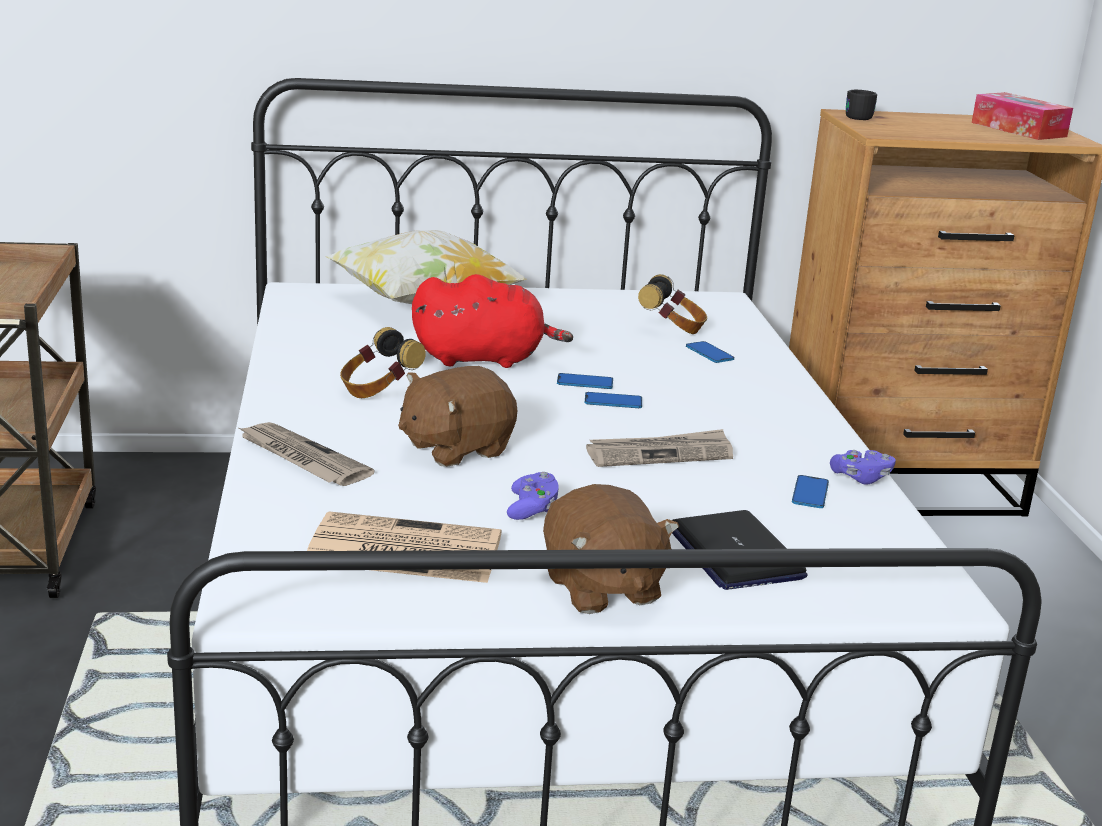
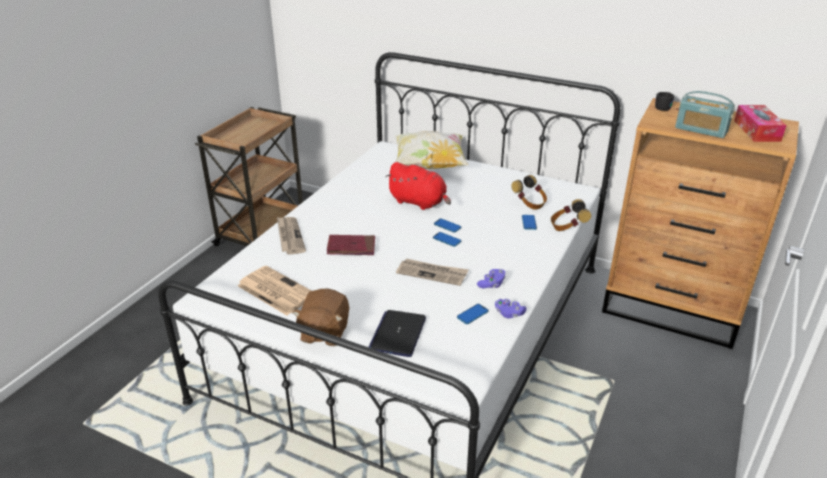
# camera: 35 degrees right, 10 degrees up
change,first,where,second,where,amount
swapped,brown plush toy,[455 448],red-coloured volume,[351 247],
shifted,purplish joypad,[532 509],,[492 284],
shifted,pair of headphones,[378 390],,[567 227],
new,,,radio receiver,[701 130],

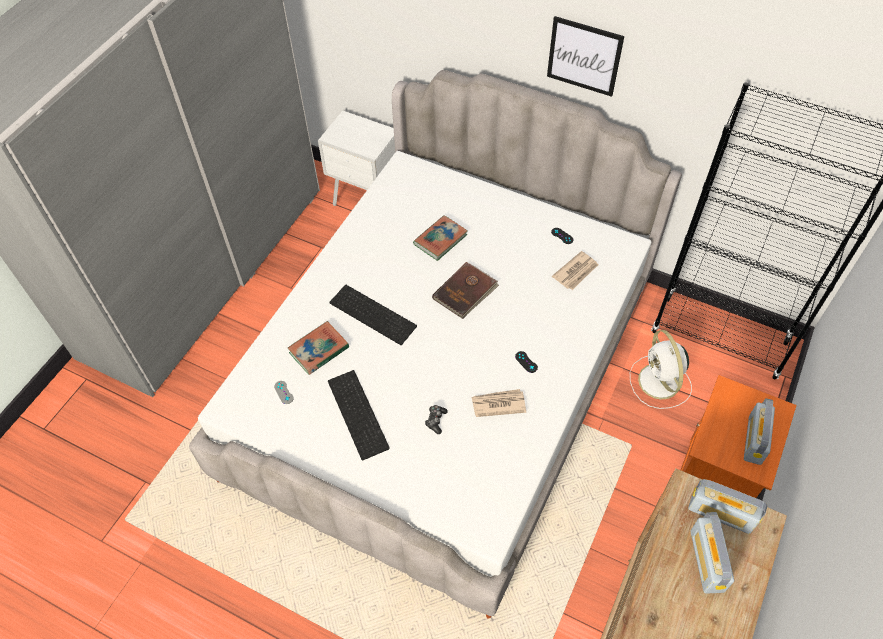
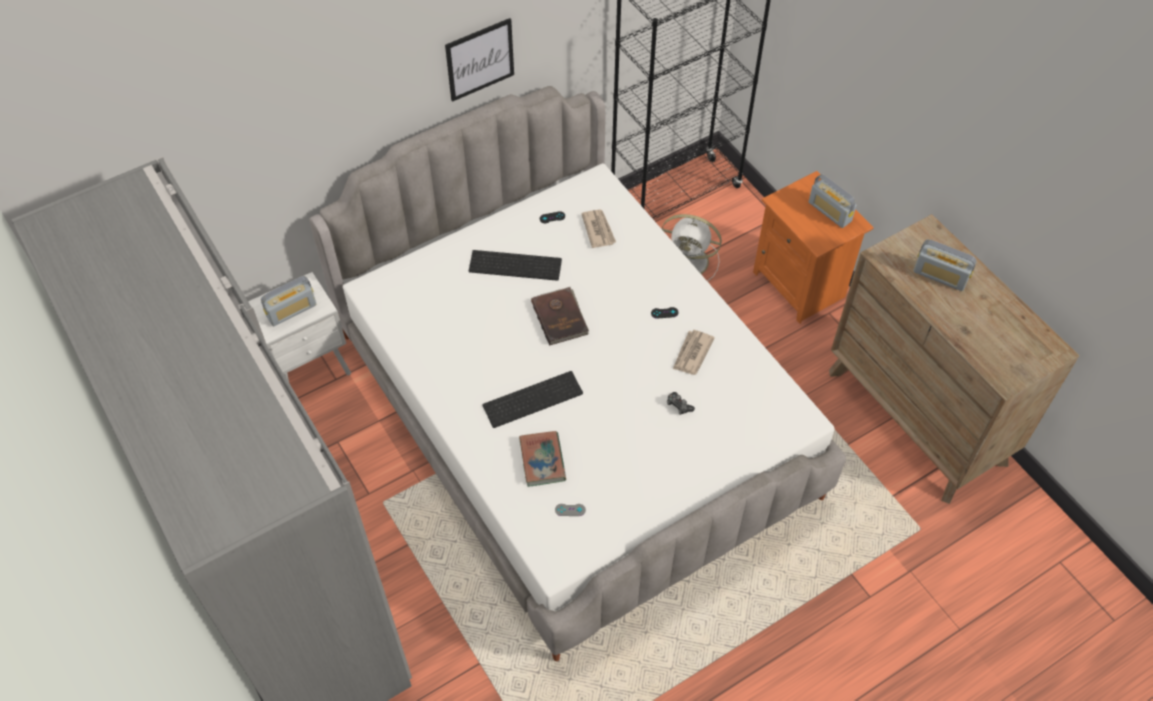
# camera: 60 degrees left, 0 degrees up
change,first,where,second,where,amount
shifted,radio receiver,[721 513],,[291 311],
shifted,keyboard,[360 414],,[516 264],
gone,volume,[440 240],,,

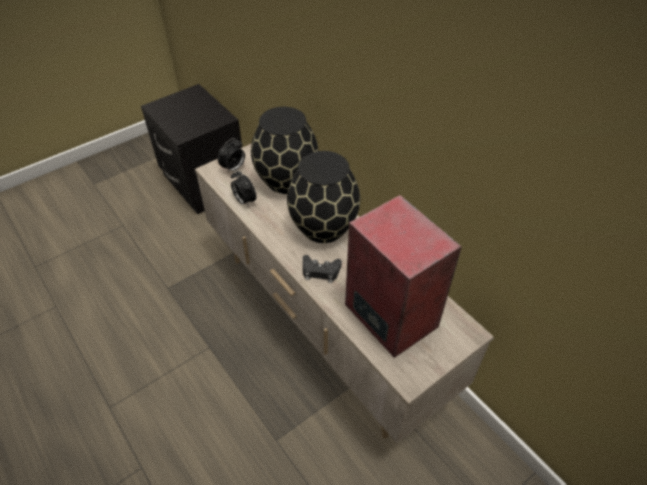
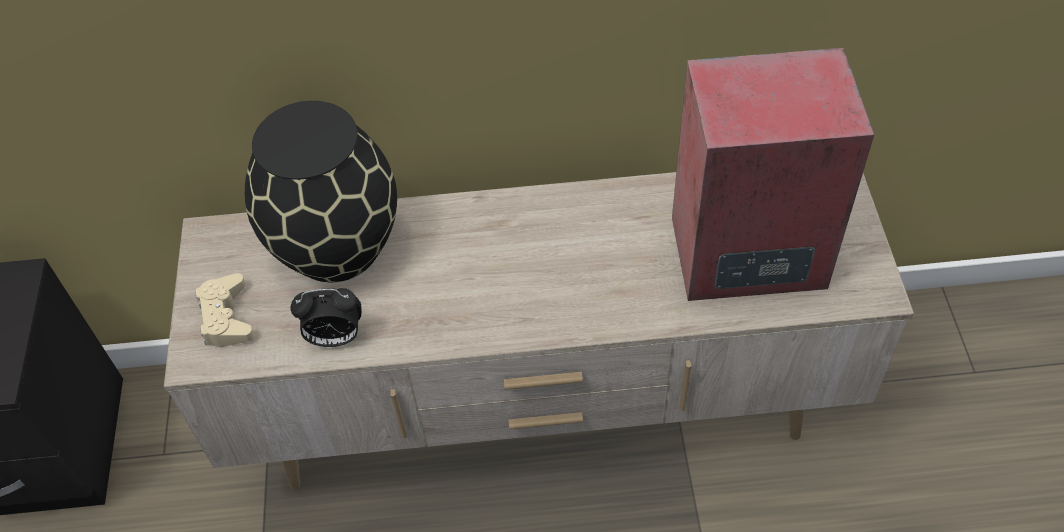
# camera: 55 degrees left, 5 degrees up
change,first,where,second,where,amount
swapped,bedside clock,[233 168],beige joypad,[226 317],
gone,black flower vase,[323 226],,,
gone,black joypad,[320 271],,,

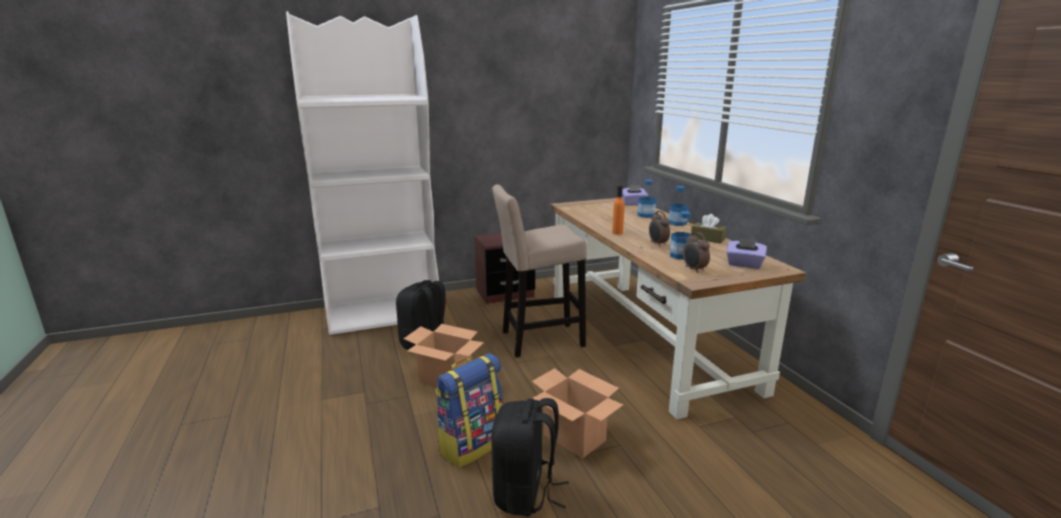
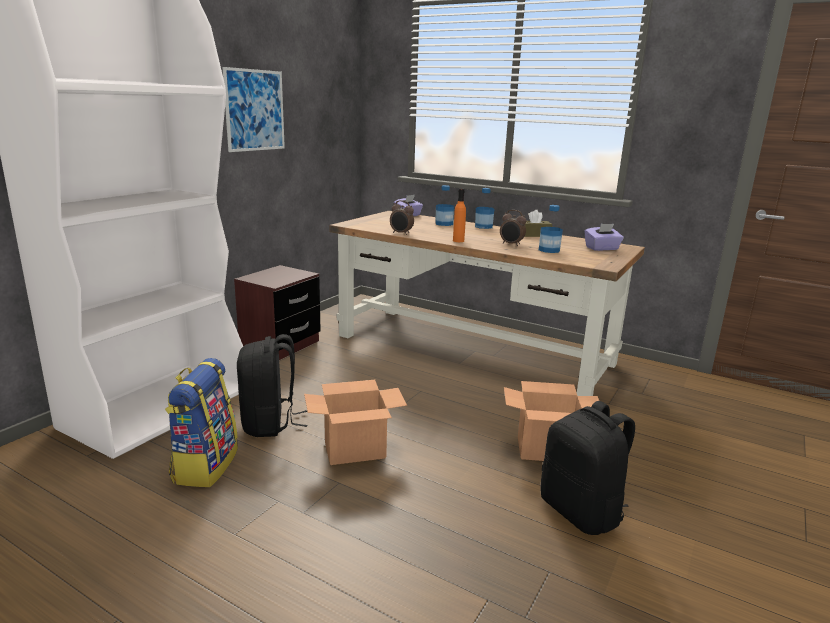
# camera: 40 degrees left, 0 degrees up
change,first,where,second,where,amount
shifted,knapsack,[471 444],,[205 465],
new,,,wall picture,[255 110],
shifted,bedside clock,[694 270],,[401 233],
gone,beige stool seat,[538 340],,,

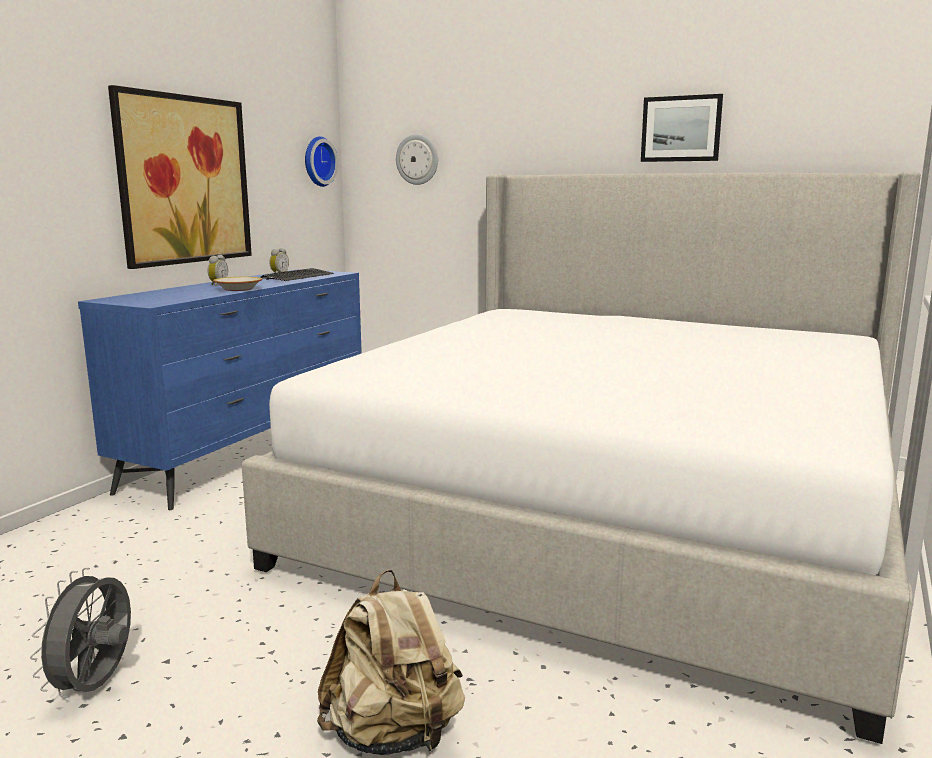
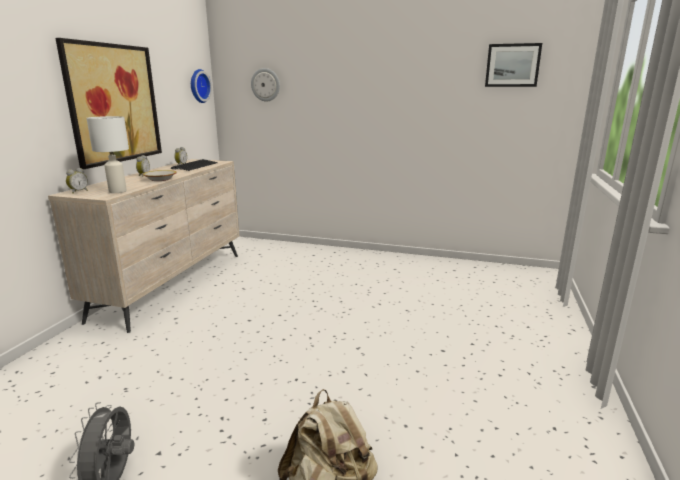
# camera: 10 degrees left, 5 degrees up
change,first,where,second,where,amount
repainted,blue-coloured chest of drawers,[252 453],beige chest of drawers,[173 284],
new,,,bedside clock,[78 192],
new,,,whitish tabletop lamp,[117 191],
shifted,wall picture,[681 129],,[512 65],
gone,bed,[610 512],,,

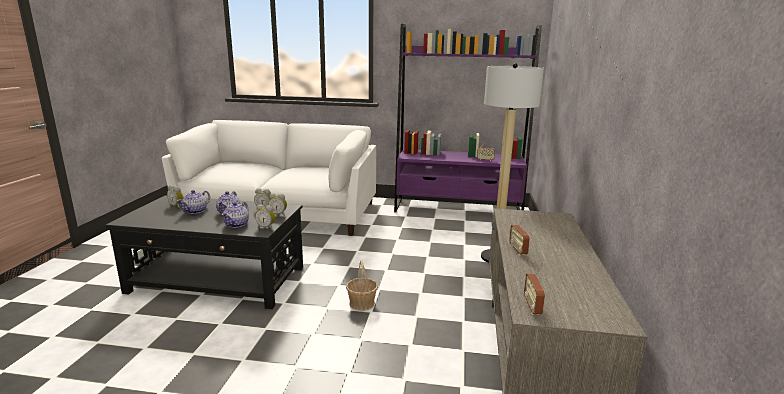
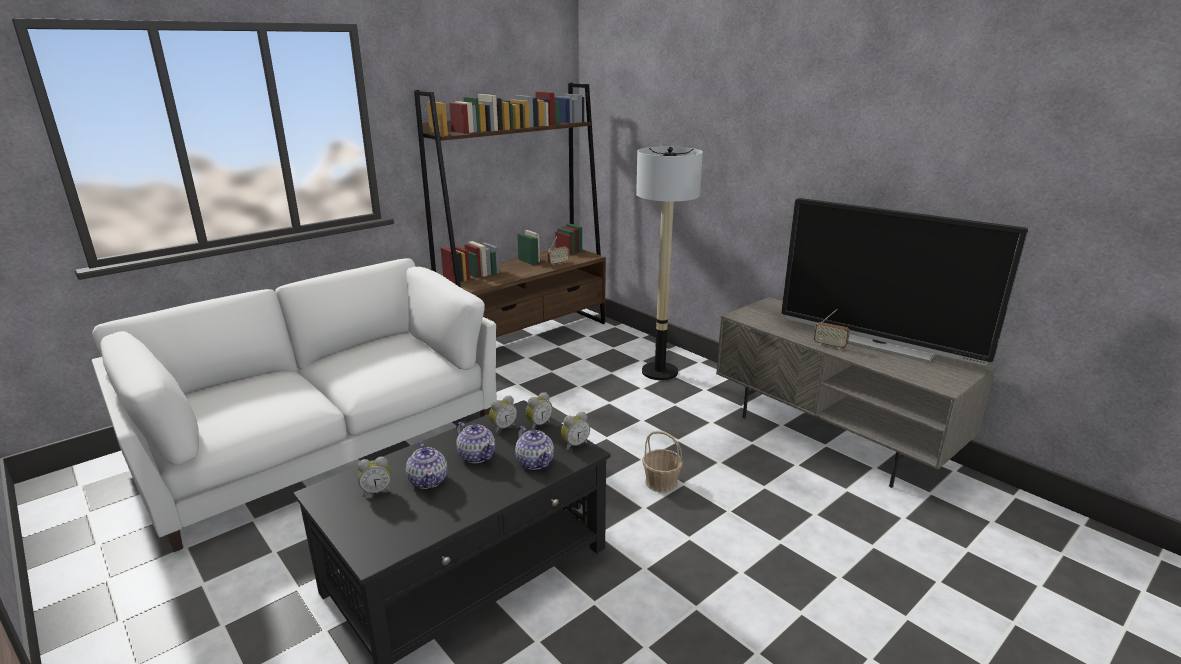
# camera: 50 degrees left, 5 degrees up
change,first,where,second,where,amount
repainted,purplish bookshelf,[458 209],brown bookshelf,[527 336],
new,,,TV set,[878 344],
gone,radio receiver,[532 307],,,

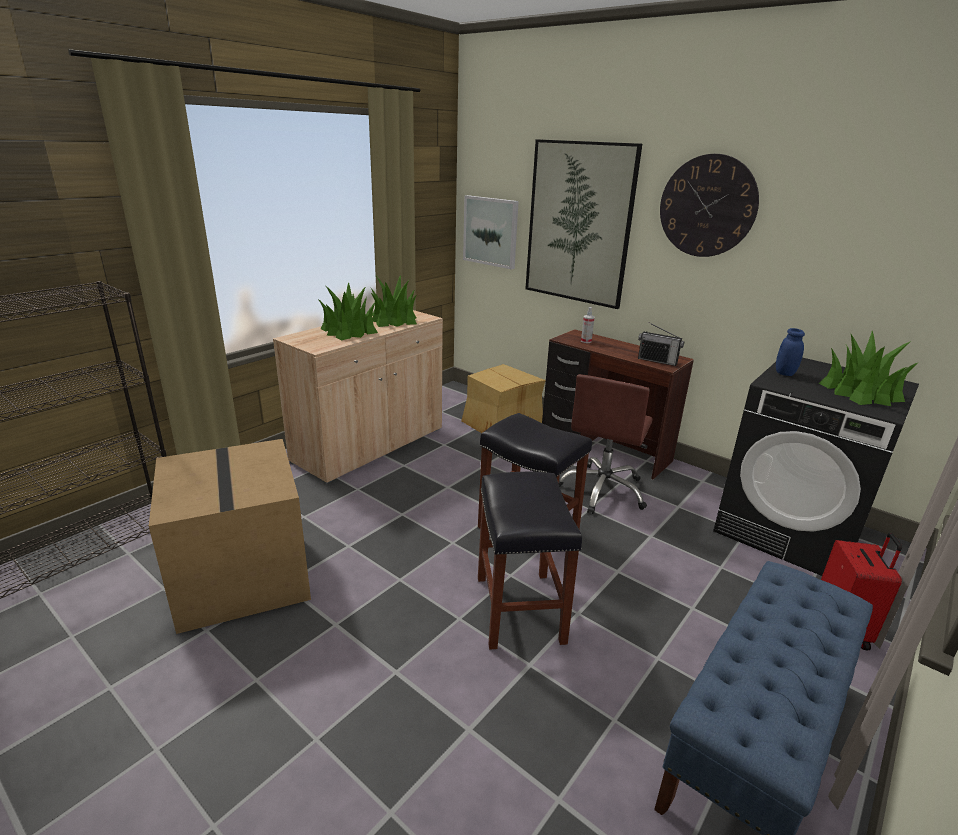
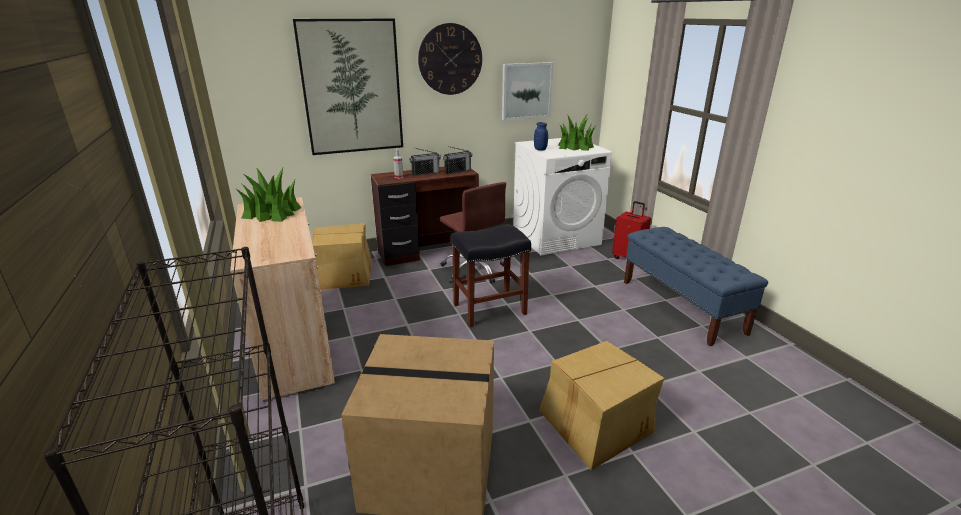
# camera: 60 degrees left, 0 degrees up
change,first,where,second,where,amount
new,,,radio receiver,[425 173],
shifted,wall picture,[490 231],,[526 91],
repainted,black laundry appliance,[789 530],whitish laundry appliance,[556 238],
new,,,cardboard box,[595 424],
gone,potted plant,[348 330],,,
gone,black stool seat,[518 608],,,

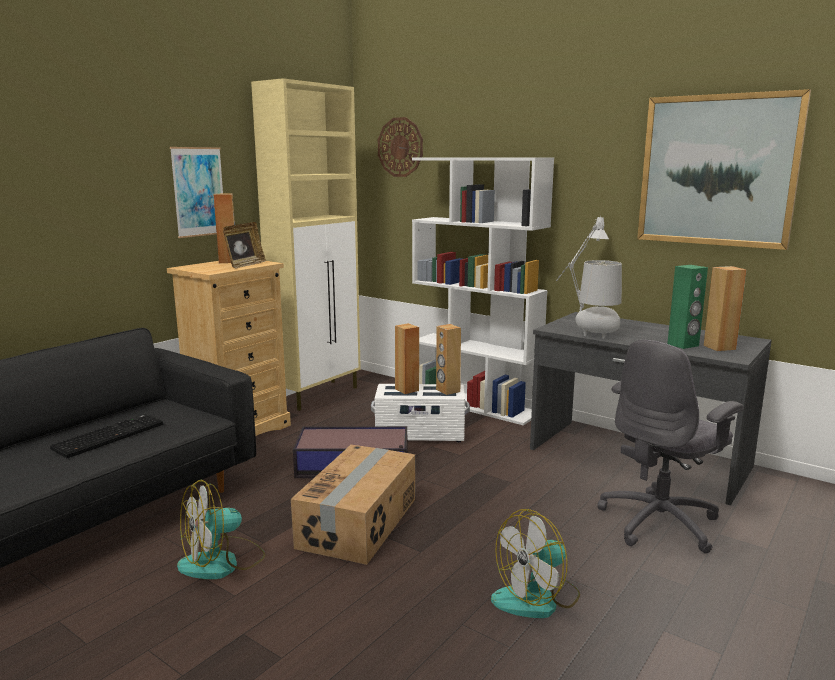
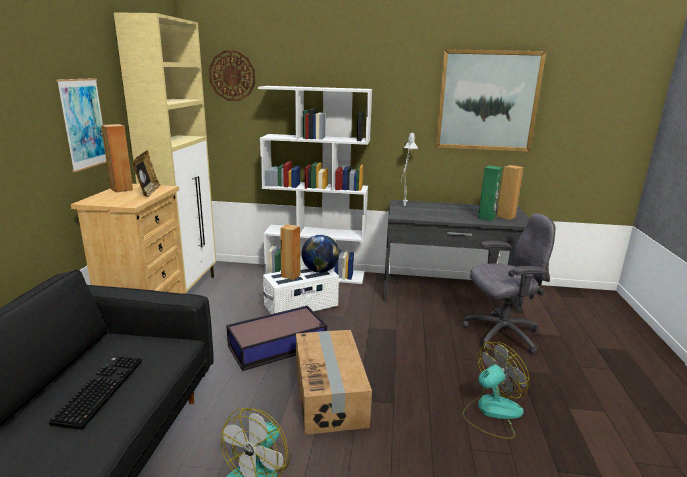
# camera: 30 degrees left, 5 degrees up
change,first,where,second,where,amount
swapped,brown audio speaker,[447 391],world globe,[320 271],
rotated,grey office chair,[660 522],,[500 335],120 degrees counterclockwise
rotated,fan,[537 598],,[491 412],150 degrees counterclockwise
gone,grey tabletop lamp,[597 336],,,

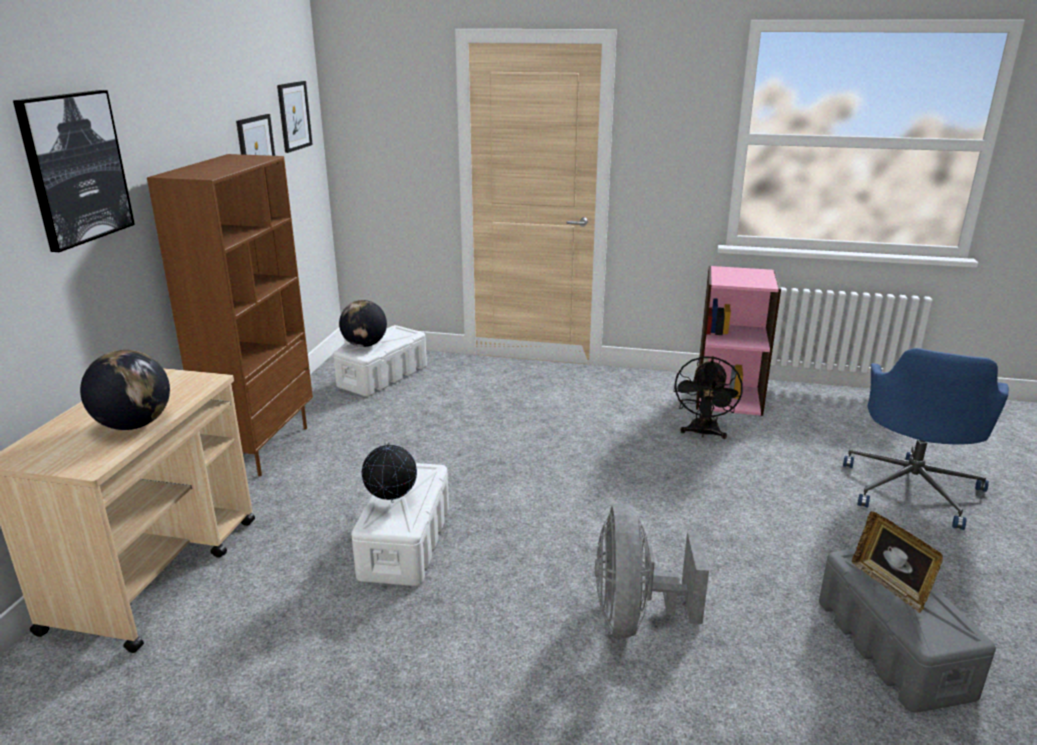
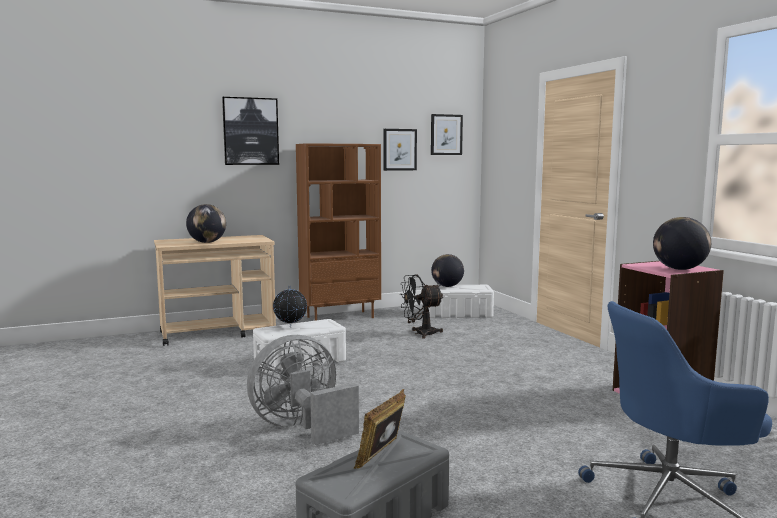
# camera: 55 degrees right, 15 degrees down
change,first,where,second,where,amount
shifted,black fan,[703 433],,[420 334],
new,,,world globe,[679 269],

